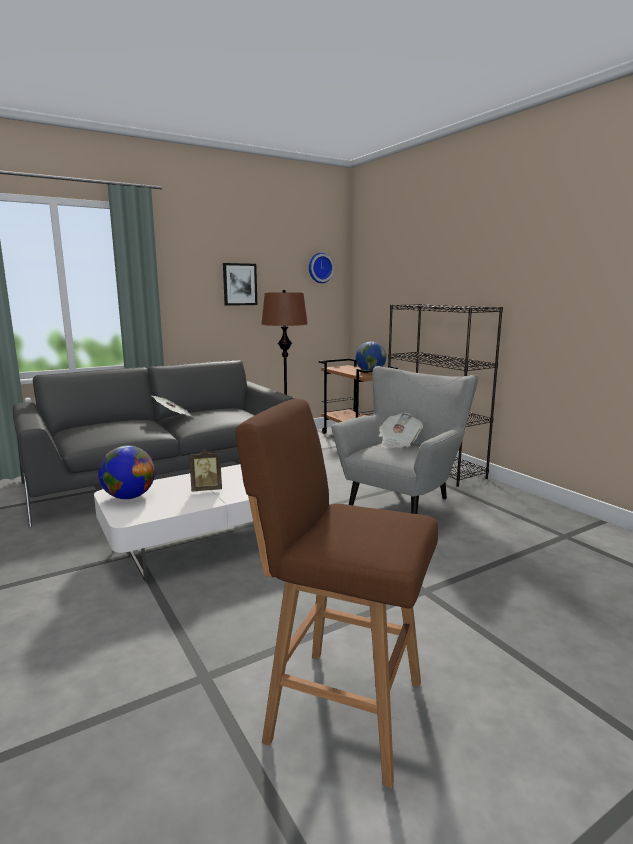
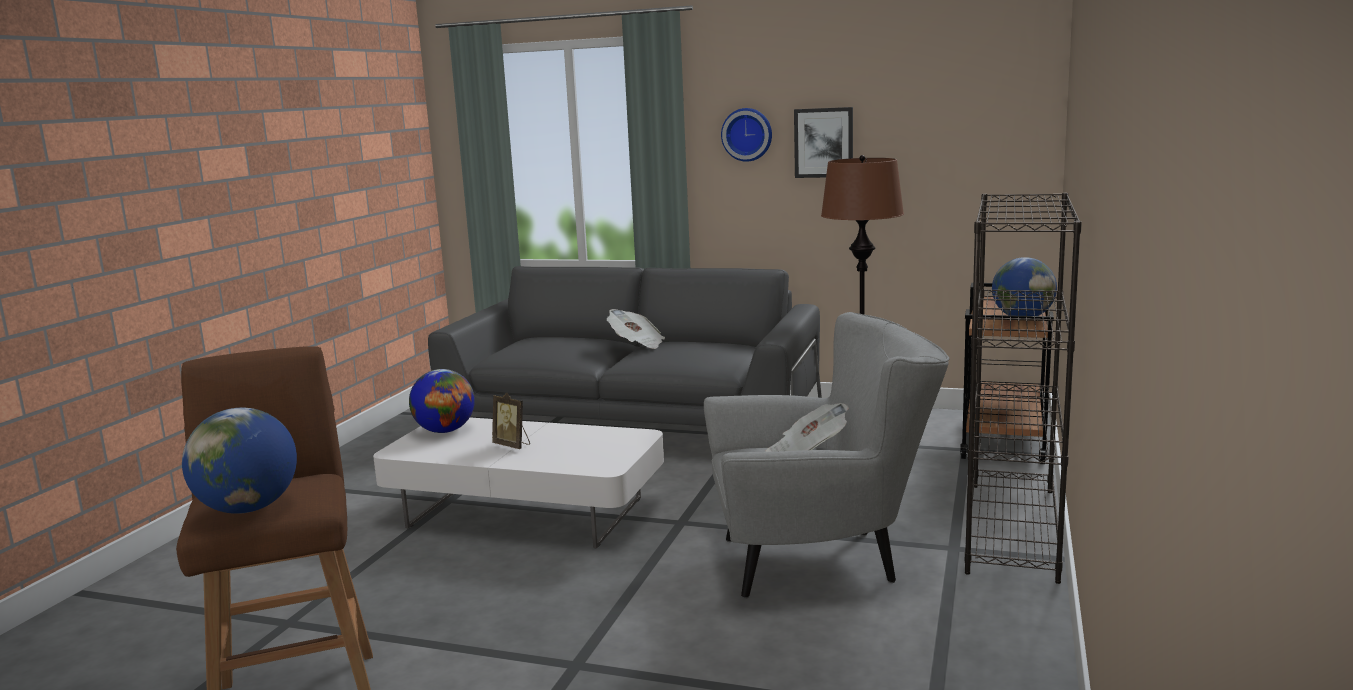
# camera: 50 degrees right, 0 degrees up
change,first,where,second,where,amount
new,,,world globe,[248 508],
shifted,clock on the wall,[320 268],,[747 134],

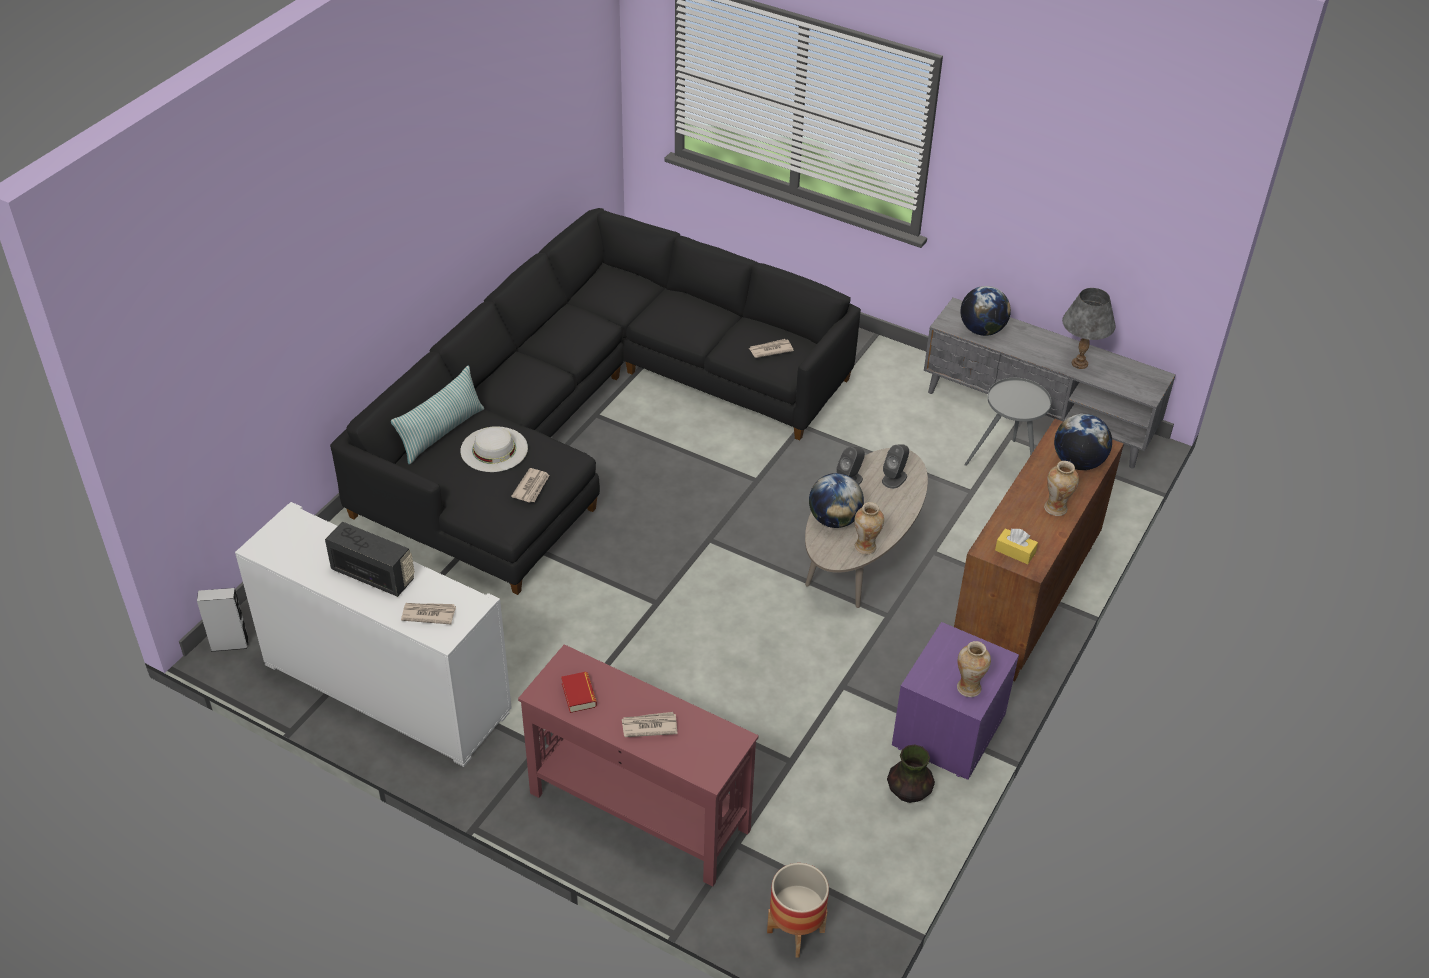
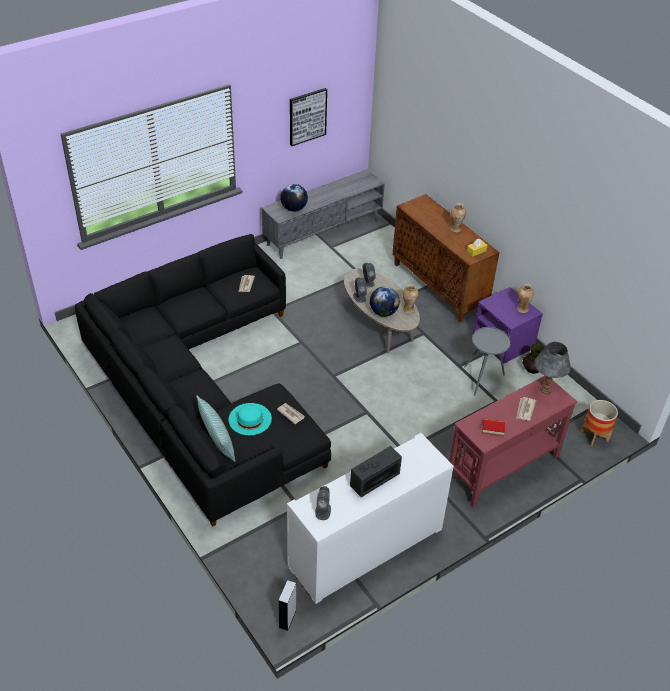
# camera: 65 degrees left, 0 degrees up
change,first,where,second,where,amount
repainted,whitish hat,[494 449],turquoise hat,[250 419],
new,,,wall picture,[307 116],
new,,,grey audio speaker,[323 510],
shifted,grey side table,[1005 466],,[483 379],
shifted,grey tabletop lamp,[1080 364],,[546 389],
gone,newspaper,[428 614],,,
gone,world globe,[1078 462],,,

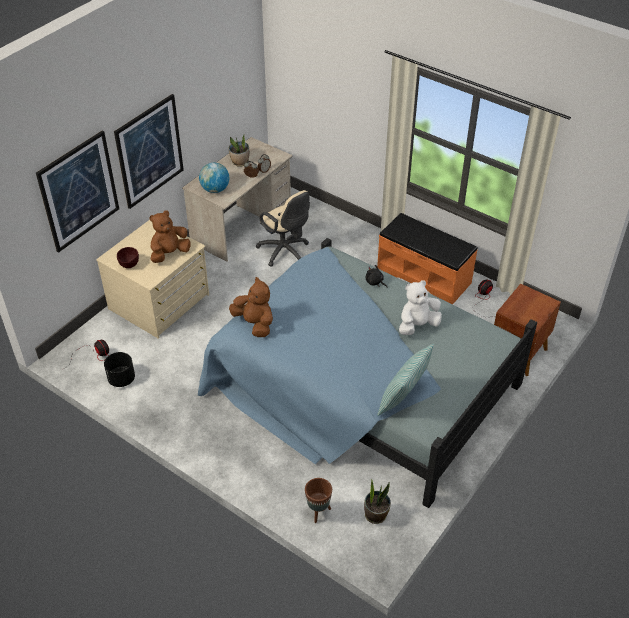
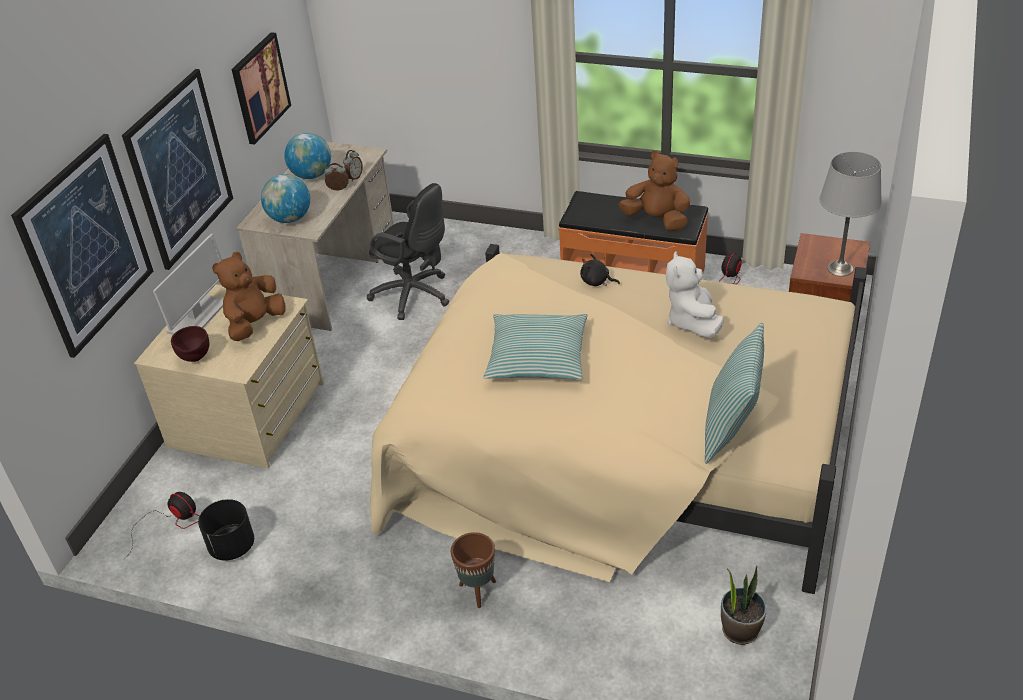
# camera: 15 degrees left, 5 degrees down
change,first,where,second,where,amount
new,,,computer display,[198 317],
new,,,wall picture,[260 88],
swapped,potted plant,[240 162],world globe,[312 175],
repainted,beige office chair,[285 252],black office chair,[415 296],
repainted,blue-coloured bed,[360 386],beige bed,[620 448],
shifted,brown plant pot,[318 512],,[477 591],
new,,,pillow,[537 357],
shifted,brown plush toy,[255 324],,[657 220],
rotated,whitish plush toy,[417 325],,[692 322],45 degrees counterclockwise
new,,,grey tabletop lamp,[839 268],

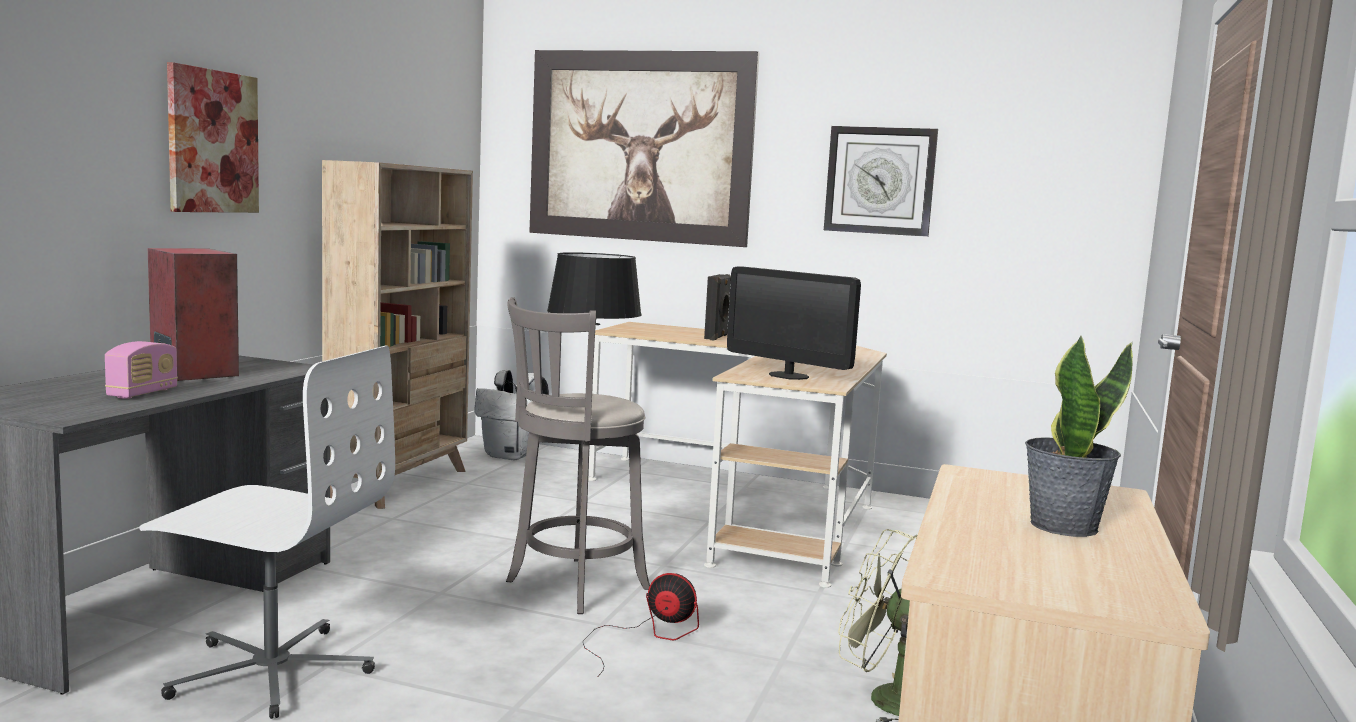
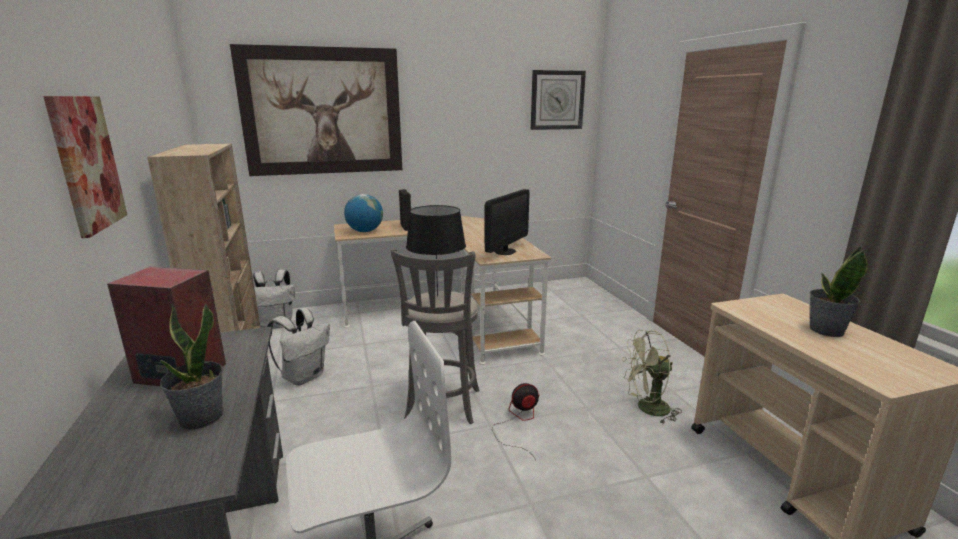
# camera: 35 degrees left, 10 degrees up
change,first,where,second,where,amount
swapped,radio receiver,[143 393],potted plant,[201 418],
new,,,whitish knapsack,[304 376],
new,,,world globe,[365 231],
rotated,computer display,[788 376],,[505 251],60 degrees counterclockwise
shifted,clock on the wall,[880 181],,[557 100],

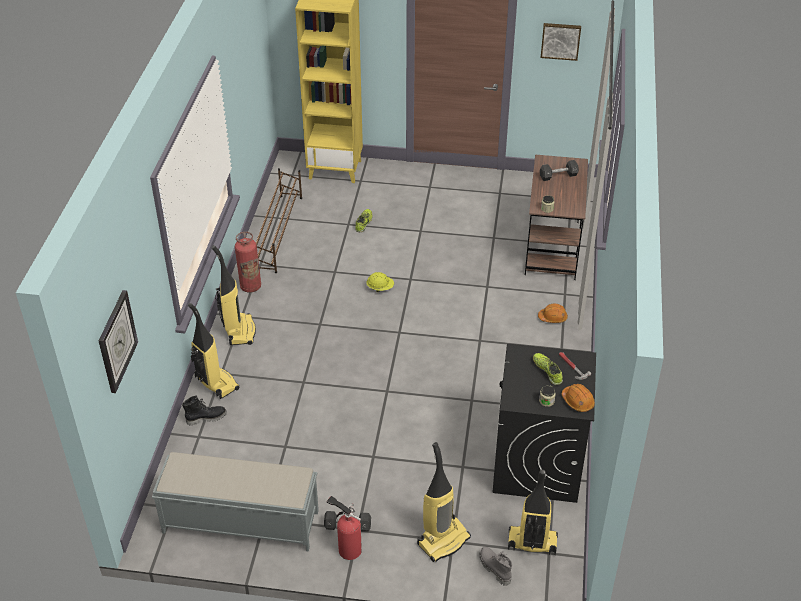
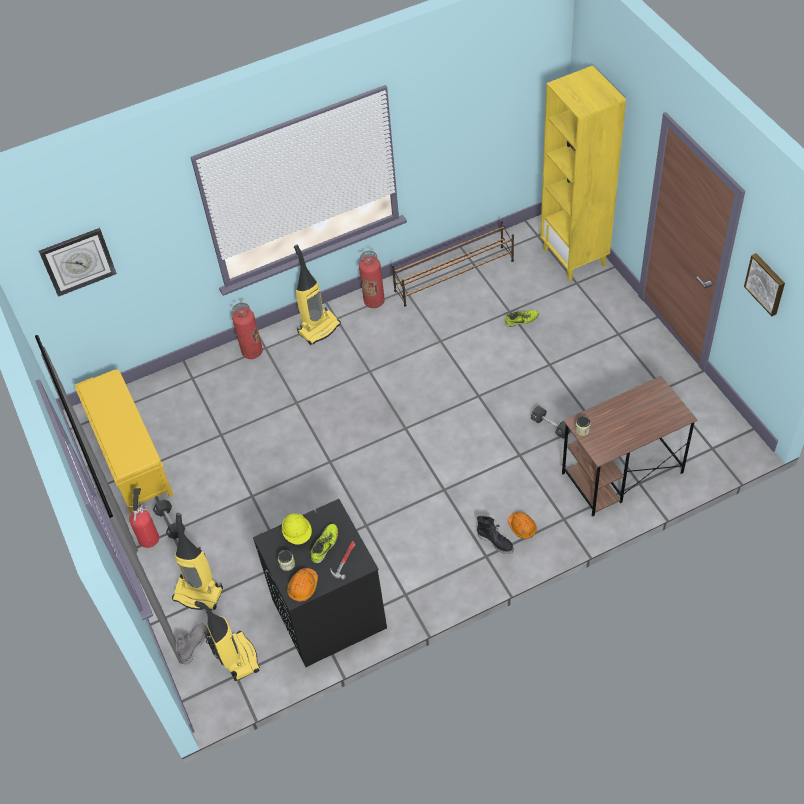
# camera: 60 degrees right, 10 degrees up
change,first,where,second,where,amount
repainted,grey bench,[239 521],yellowish bench,[130 455],
swapped,vacuum,[216 383],fire-fighting cylinder,[252 352],
shifted,yellowish hard hat,[380 288],,[298 534],
shifted,black high-top boot,[206 417],,[495 541],
shifted,black free weight,[558 176],,[550 426],

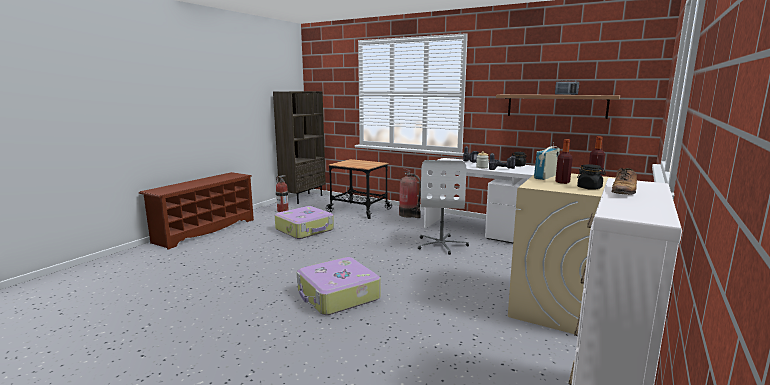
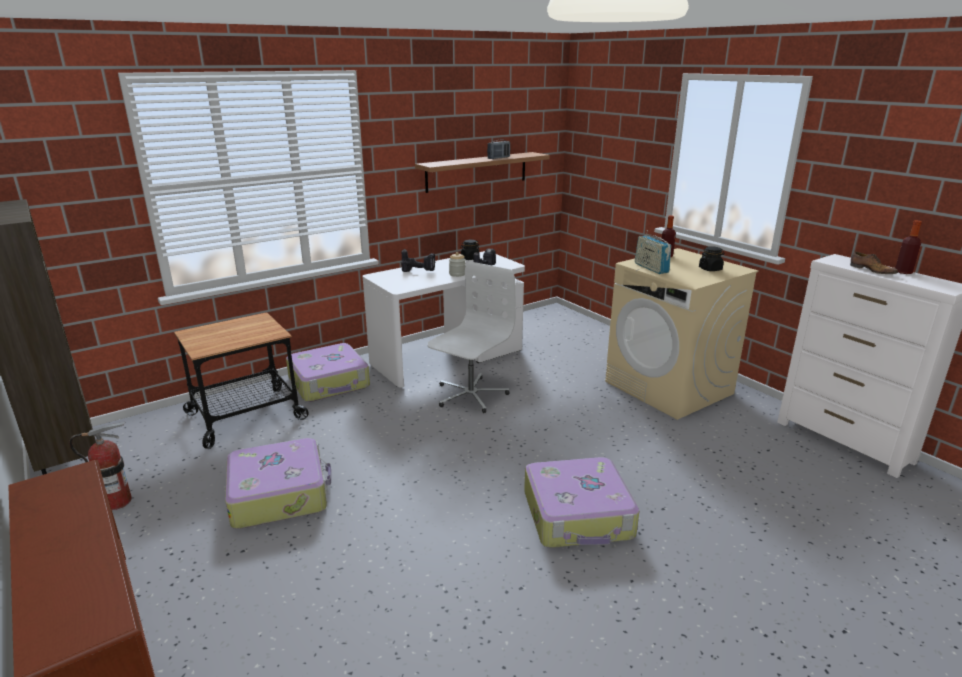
# camera: 65 degrees left, 10 degrees up
change,first,where,second,where,amount
swapped,fire-fighting cylinder,[409 215],travel case,[329 382],
rotated,whitish office chair,[441 244],,[470 395],90 degrees counterclockwise
shifted,bottle,[562 182],,[903 272],

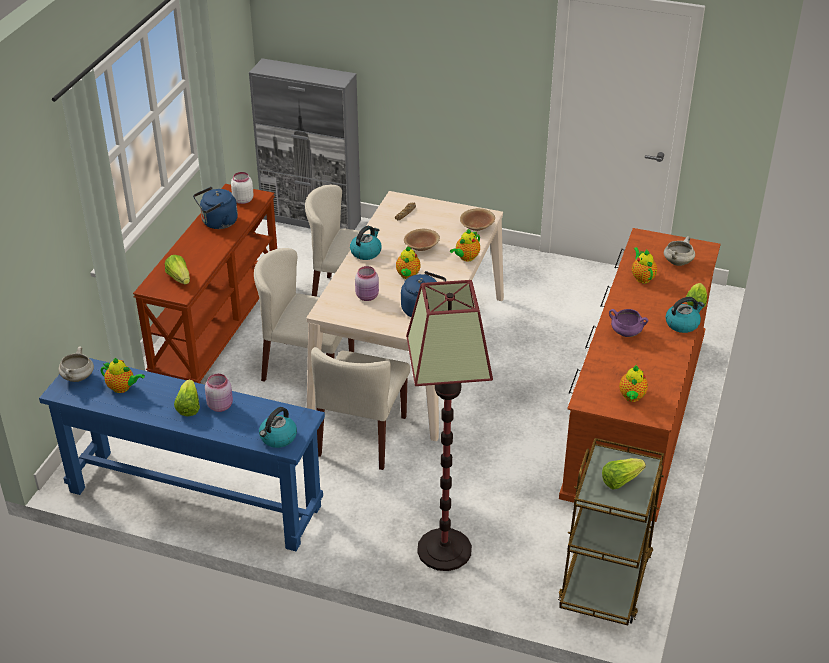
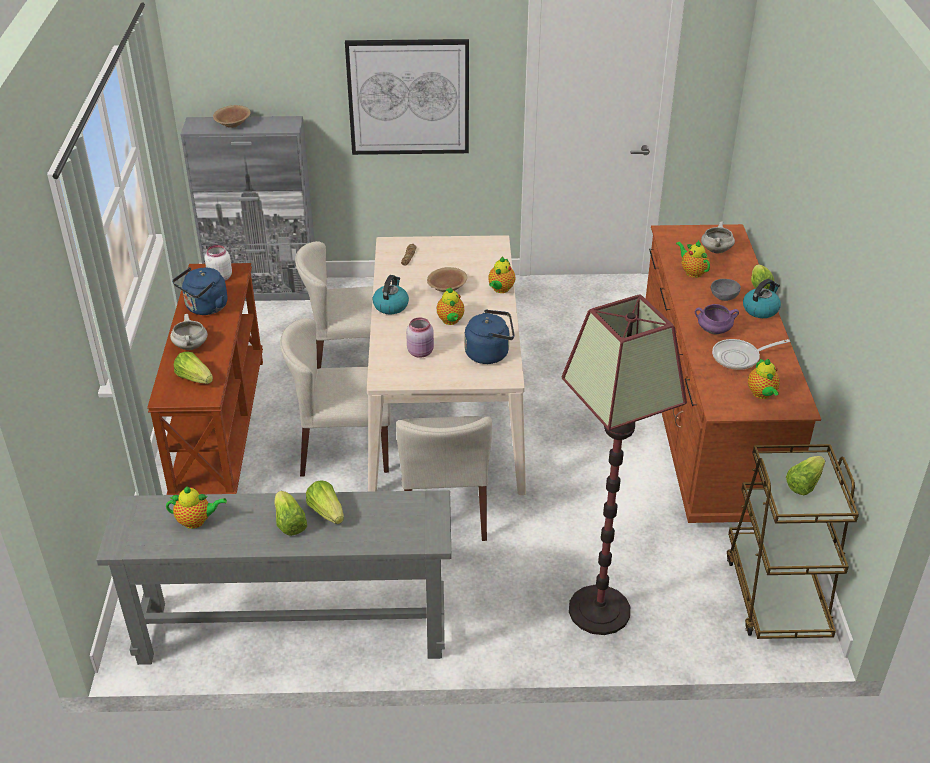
# camera: 20 degrees left, 0 degrees up
change,first,where,second,where,amount
repainted,blue-coloured narrow table,[194 498],grey narrow table,[293 630],
shifted,whitish cooking pot,[78 378],,[191 346],
shifted,brown bowl,[477 227],,[233 124],
swapped,pink-coloured jar,[220 405],lettuce head,[326 512],
new,,,wall picture,[408 97],
new,,,grey bowl,[723 297],
new,,,skillet,[739 357],
gone,water kettle,[278 438],,,

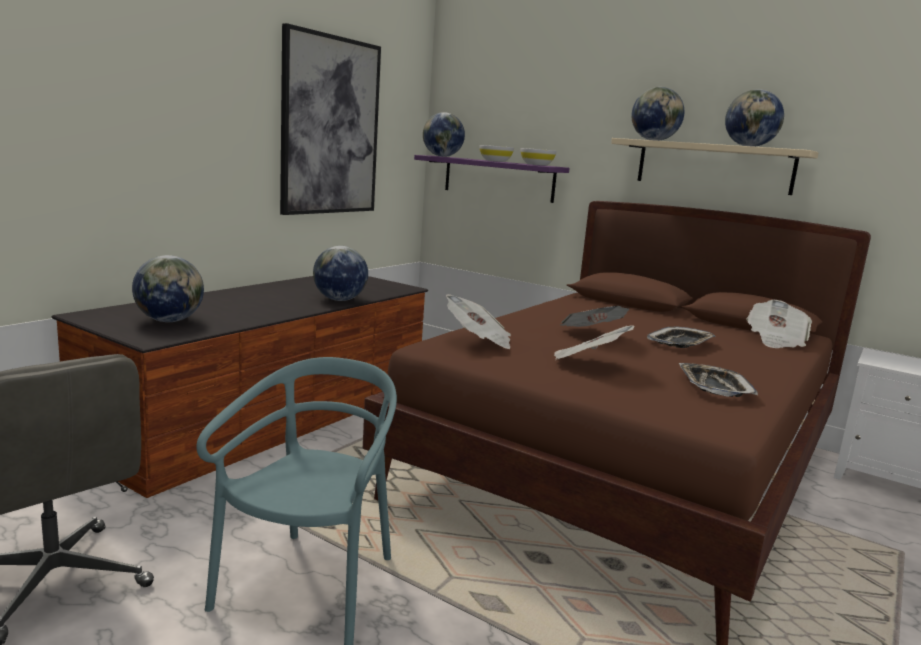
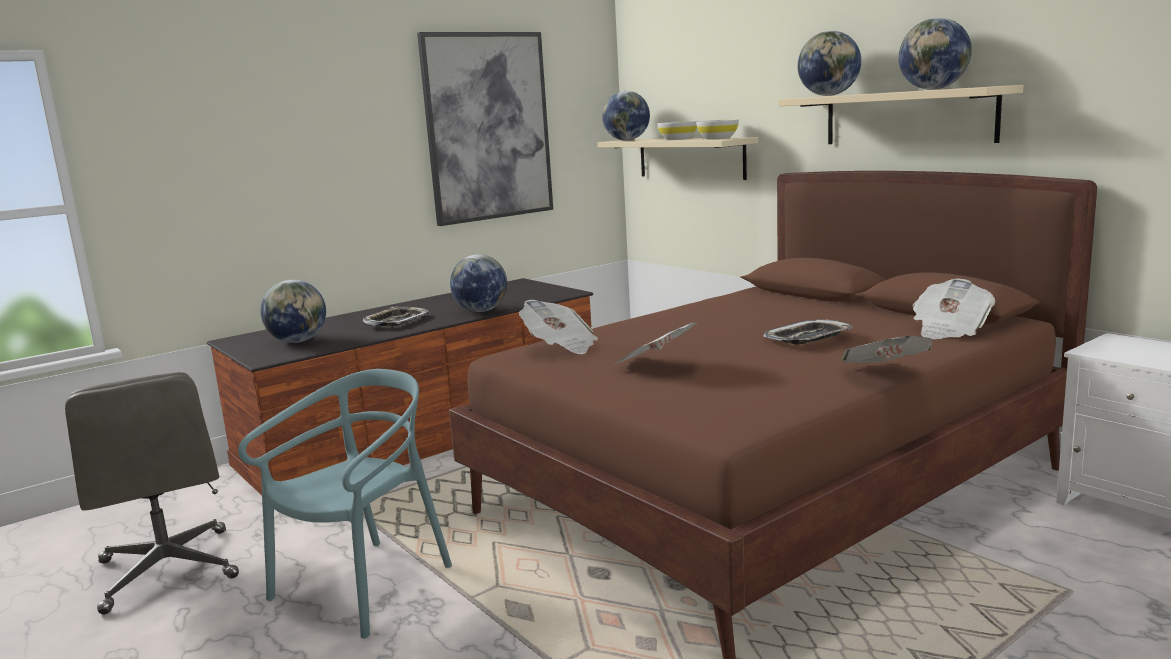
# camera: 20 degrees right, 0 degrees up
change,first,where,second,where,amount
shifted,carrying tray,[714 386],,[396 321],
repainted,purplish bracket shelf,[498 178],beige bracket shelf,[690 158],
shifted,newspaper,[591 335],,[885 374],

